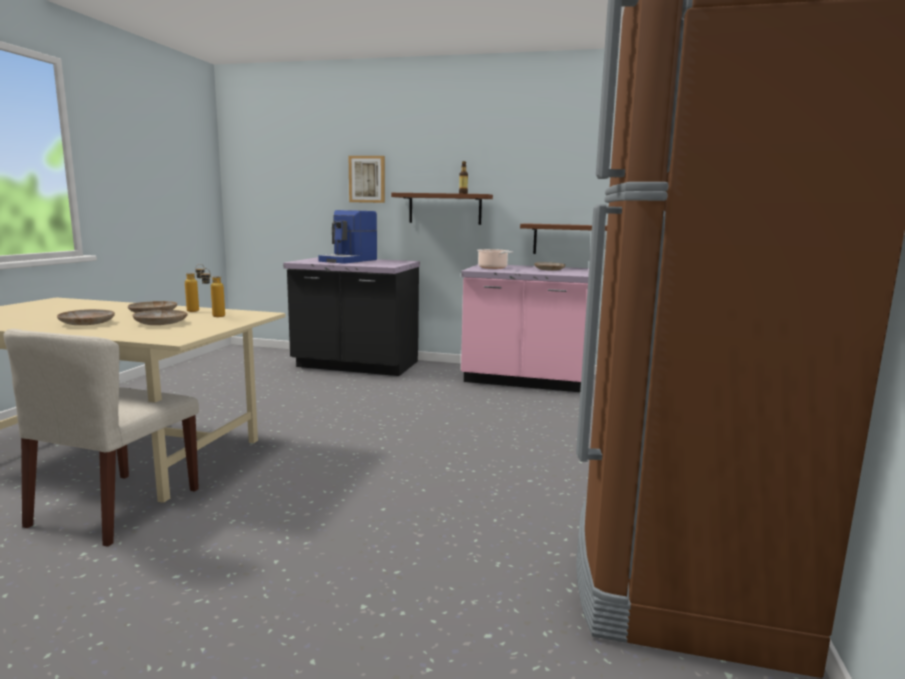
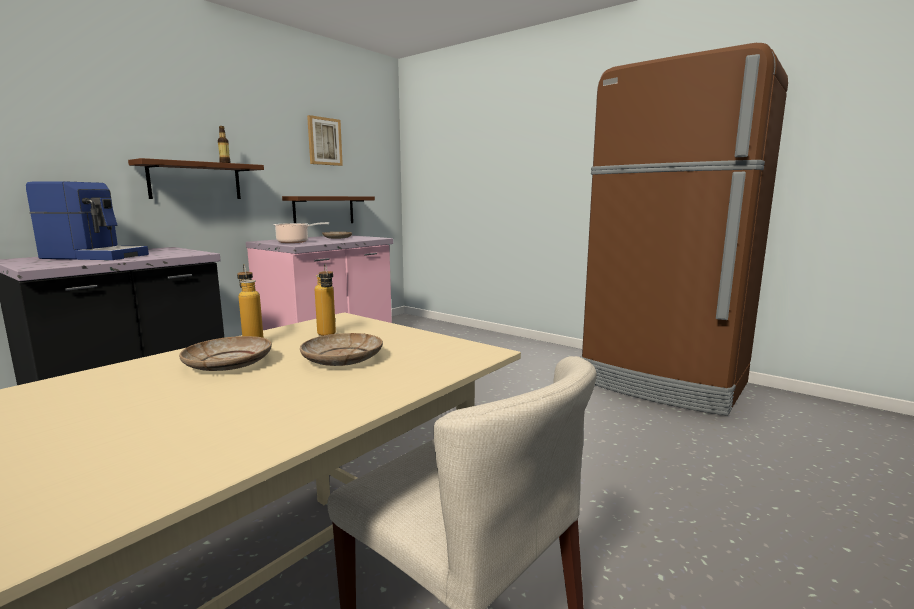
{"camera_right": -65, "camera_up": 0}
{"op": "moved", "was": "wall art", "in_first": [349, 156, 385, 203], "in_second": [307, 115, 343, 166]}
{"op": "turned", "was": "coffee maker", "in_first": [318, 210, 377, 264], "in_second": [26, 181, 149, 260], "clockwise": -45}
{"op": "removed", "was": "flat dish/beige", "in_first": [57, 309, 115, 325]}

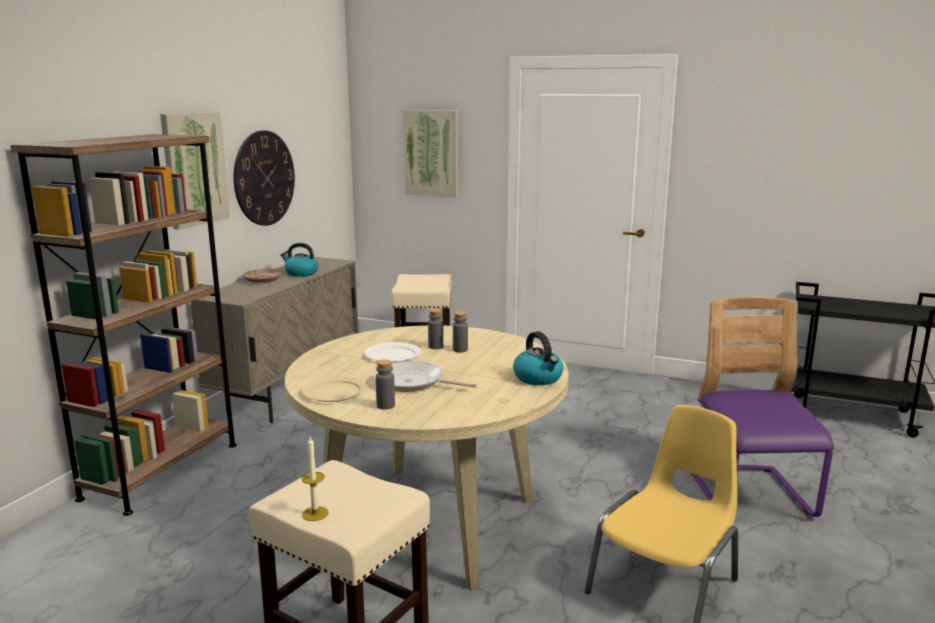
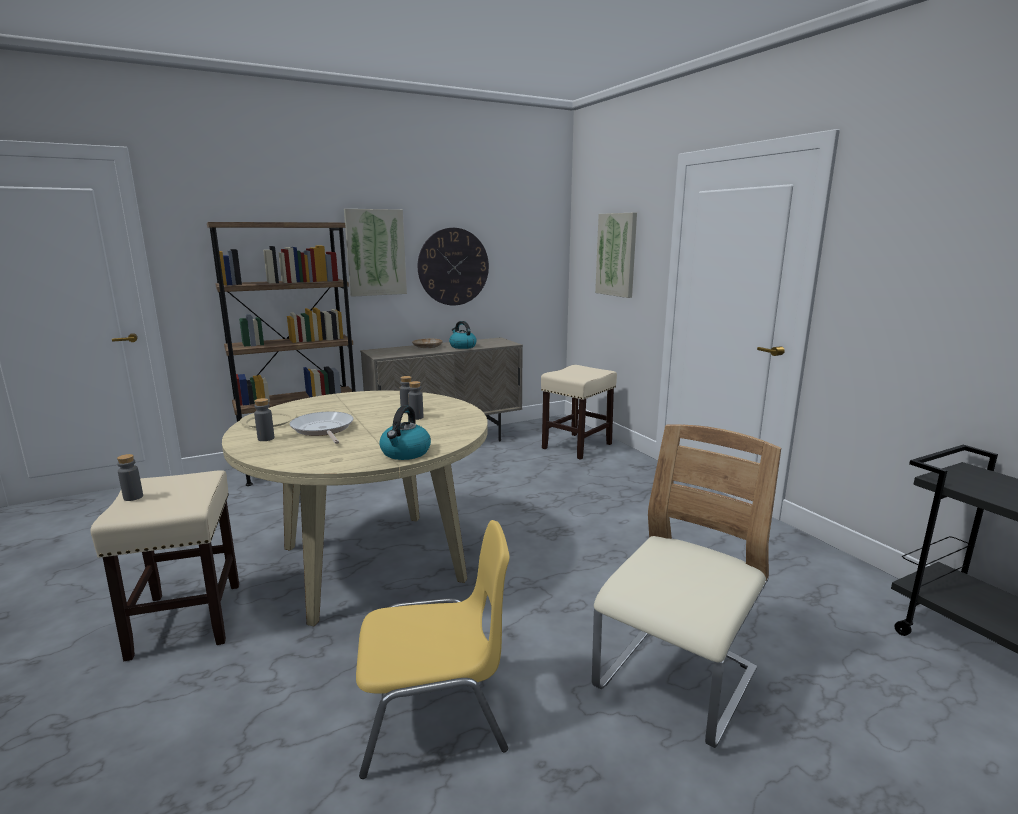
{"camera_right": 40, "camera_up": 0}
{"op": "recoloured", "was": "upright chair/purple-coloured", "now": "upright chair/beige", "in_first": [691, 297, 834, 517], "in_second": [592, 424, 781, 748]}
{"op": "removed", "was": "flat dish/white-coloured", "in_first": [364, 342, 421, 363]}
{"op": "replaced", "was": "wax light", "now": "bottle/greyish", "in_first": [301, 437, 329, 521], "in_second": [117, 454, 143, 501]}

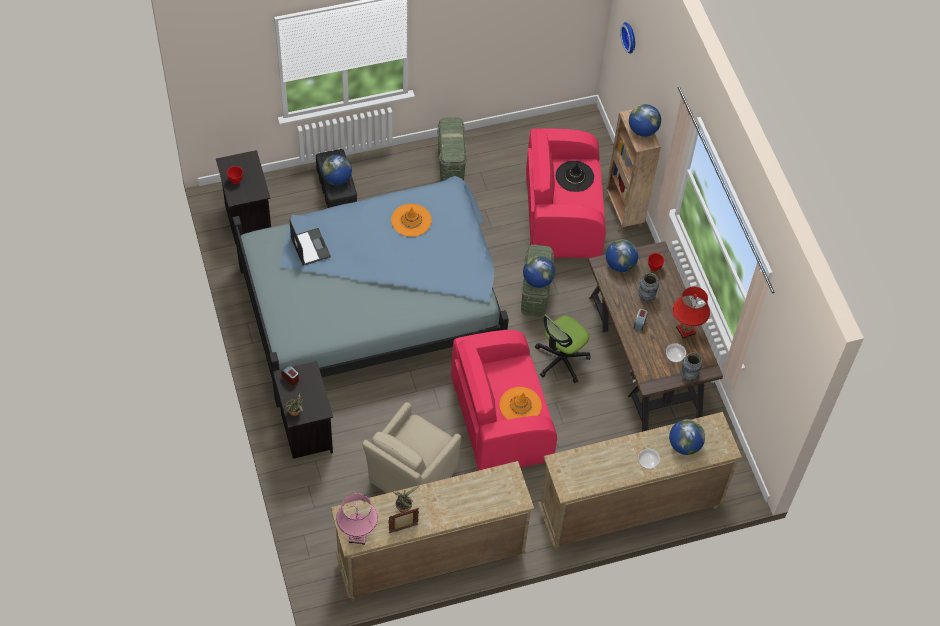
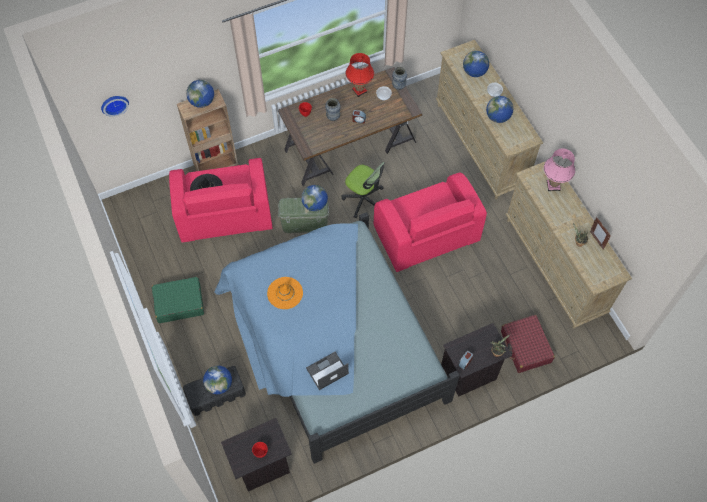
{"camera_right": -95, "camera_up": 5}
{"op": "replaced", "was": "storage bin/green-coloured", "now": "travel case/green-coloured", "in_first": [437, 117, 467, 181], "in_second": [152, 277, 204, 323]}
{"op": "moved", "was": "world globe", "in_first": [606, 240, 638, 272], "in_second": [486, 96, 513, 123]}
{"op": "removed", "was": "hat/orange-coloured", "in_first": [499, 387, 542, 419]}
{"op": "removed", "was": "armchair/beige", "in_first": [362, 402, 461, 493]}
{"op": "moved", "was": "lamp for a table/pink", "in_first": [336, 493, 378, 545], "in_second": [544, 148, 575, 191]}
{"op": "added", "now": "travel case/red-coloured", "in_second": [501, 315, 555, 373]}

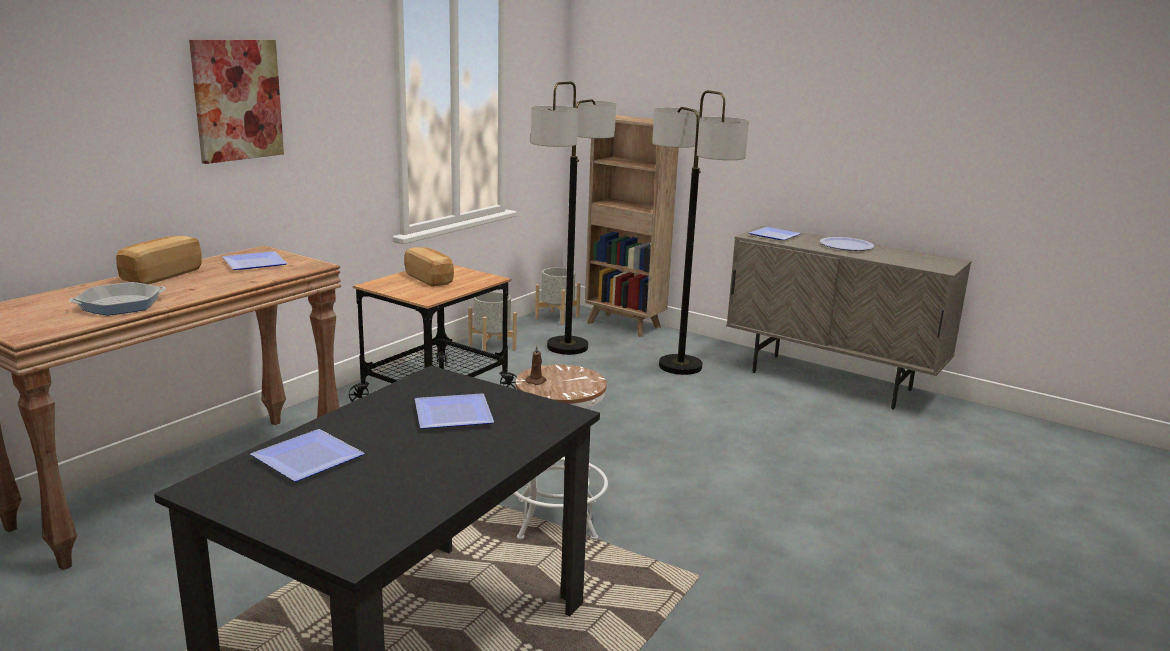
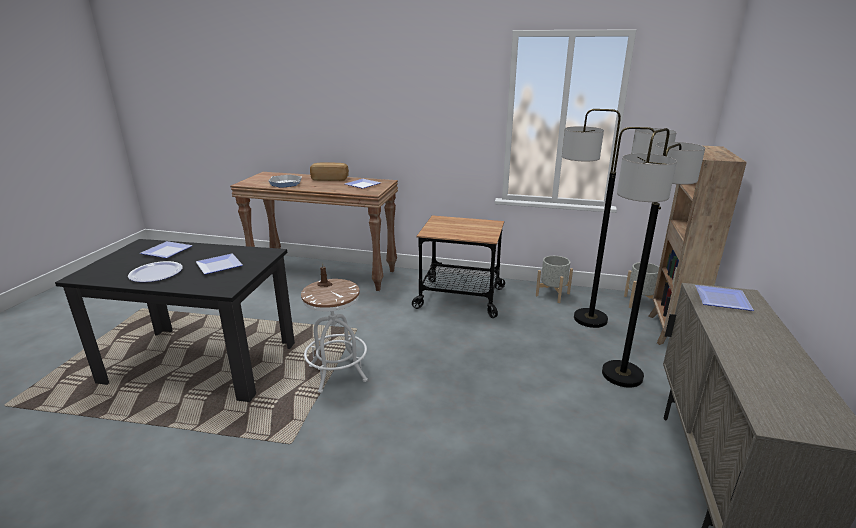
{"camera_right": 70, "camera_up": 5}
{"op": "removed", "was": "wall art", "in_first": [189, 40, 284, 164]}
{"op": "moved", "was": "flat dish", "in_first": [820, 237, 874, 251], "in_second": [128, 261, 183, 282]}
{"op": "removed", "was": "baked bread", "in_first": [404, 247, 454, 287]}

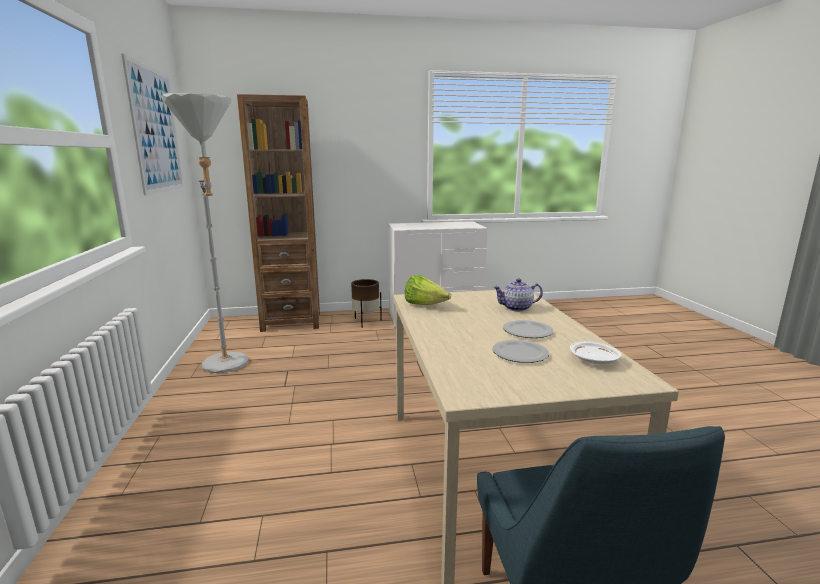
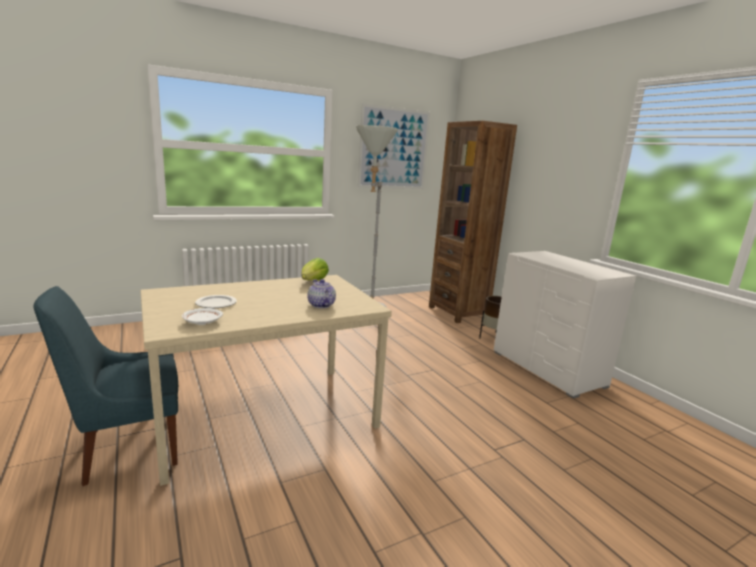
{"camera_right": 70, "camera_up": 0}
{"op": "removed", "was": "flat dish", "in_first": [503, 320, 553, 338]}

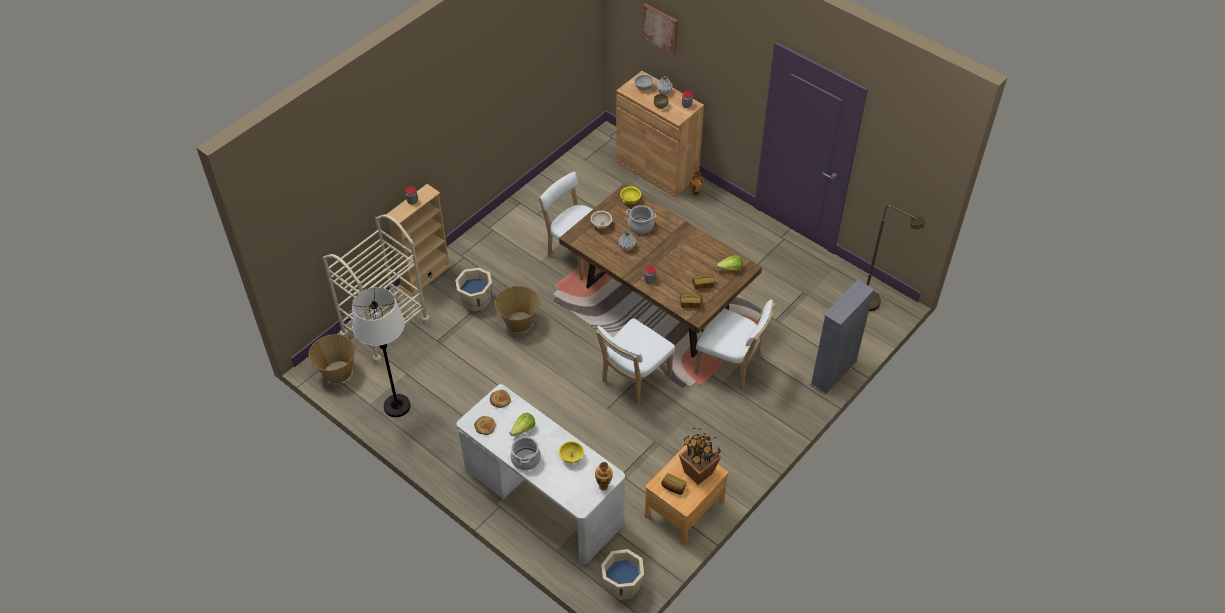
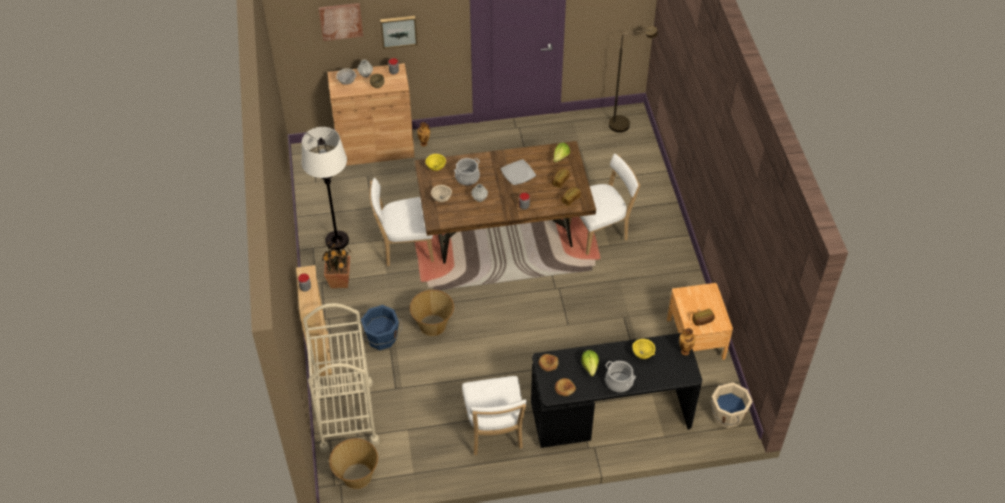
{"camera_right": -50, "camera_up": 0}
{"op": "recoloured", "was": "water bucket/beige", "now": "water bucket/blue-coloured", "in_first": [454, 268, 492, 311], "in_second": [361, 305, 402, 350]}
{"op": "removed", "was": "bookcase/greyish", "in_first": [810, 280, 875, 395]}
{"op": "moved", "was": "standing lamp/white-coloured", "in_first": [352, 287, 411, 417], "in_second": [301, 127, 349, 250]}
{"op": "moved", "was": "upright chair/white-coloured", "in_first": [596, 318, 675, 406], "in_second": [462, 376, 527, 455]}
{"op": "recoloured", "was": "desk/white-coloured", "now": "desk/black-coloured", "in_first": [456, 384, 625, 565], "in_second": [531, 333, 702, 448]}
{"op": "moved", "was": "houseplant", "in_first": [679, 428, 721, 485], "in_second": [322, 242, 351, 288]}
{"op": "added", "now": "wall art", "in_second": [380, 16, 417, 49]}
{"op": "added", "now": "flat dish", "in_second": [501, 159, 536, 185]}

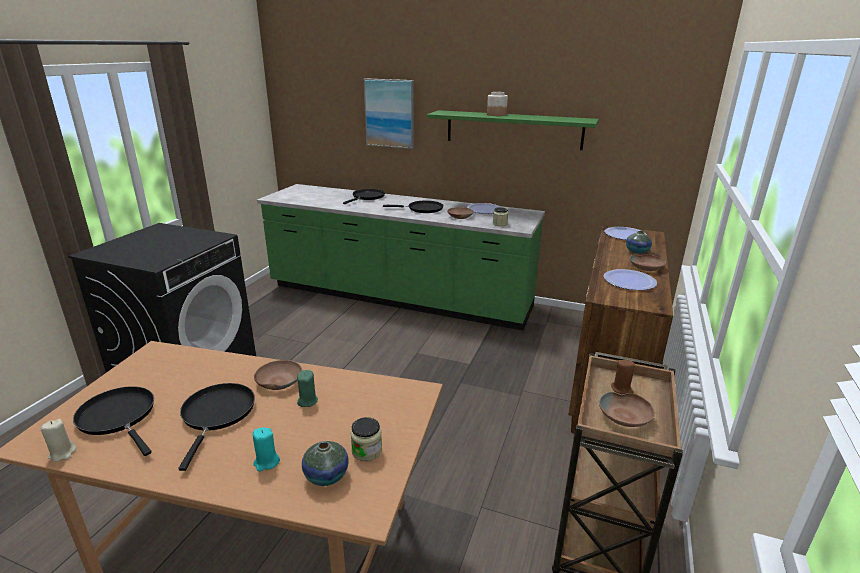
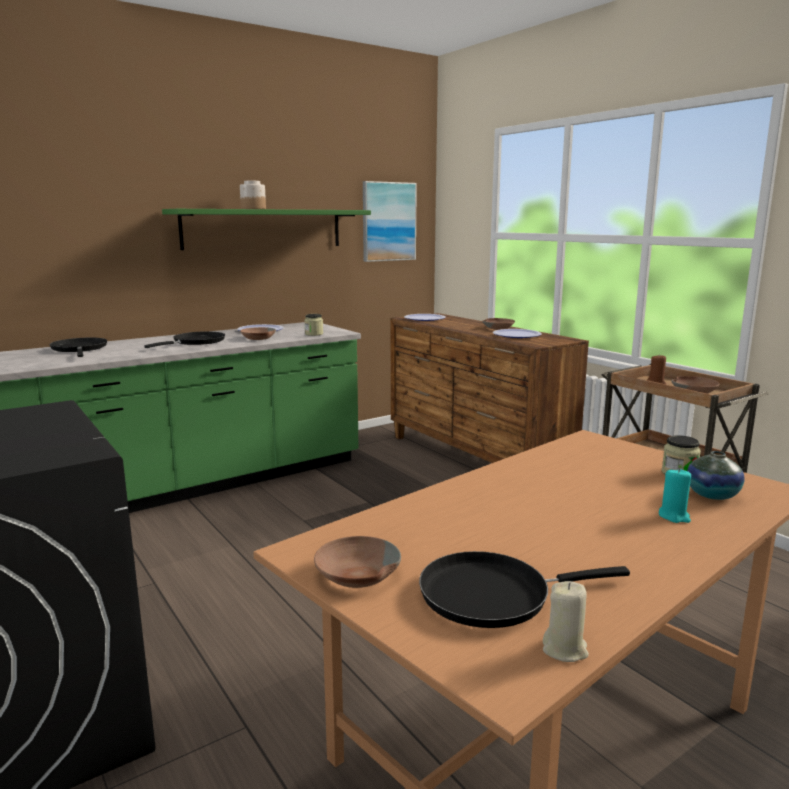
{"camera_right": -55, "camera_up": -10}
{"op": "moved", "was": "wall art", "in_first": [364, 78, 414, 149], "in_second": [363, 181, 417, 262]}
{"op": "removed", "was": "vase", "in_first": [626, 231, 652, 254]}
{"op": "moved", "was": "serving bowl/brownish", "in_first": [254, 360, 302, 390], "in_second": [314, 536, 401, 588]}
{"op": "removed", "was": "wax light/green-coloured", "in_first": [297, 370, 318, 407]}
{"op": "removed", "was": "frying pan/black-coloured", "in_first": [178, 383, 255, 471]}

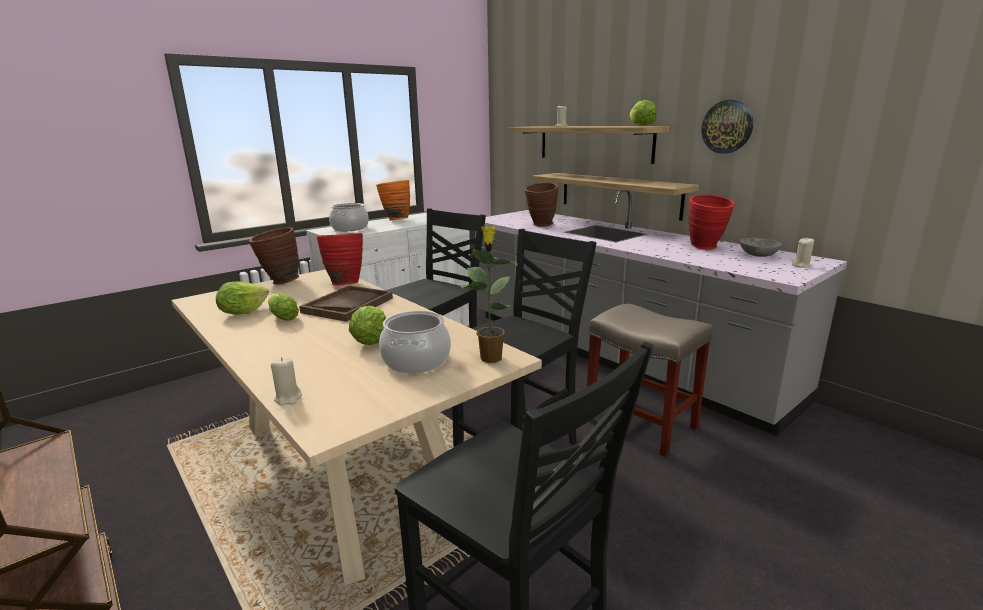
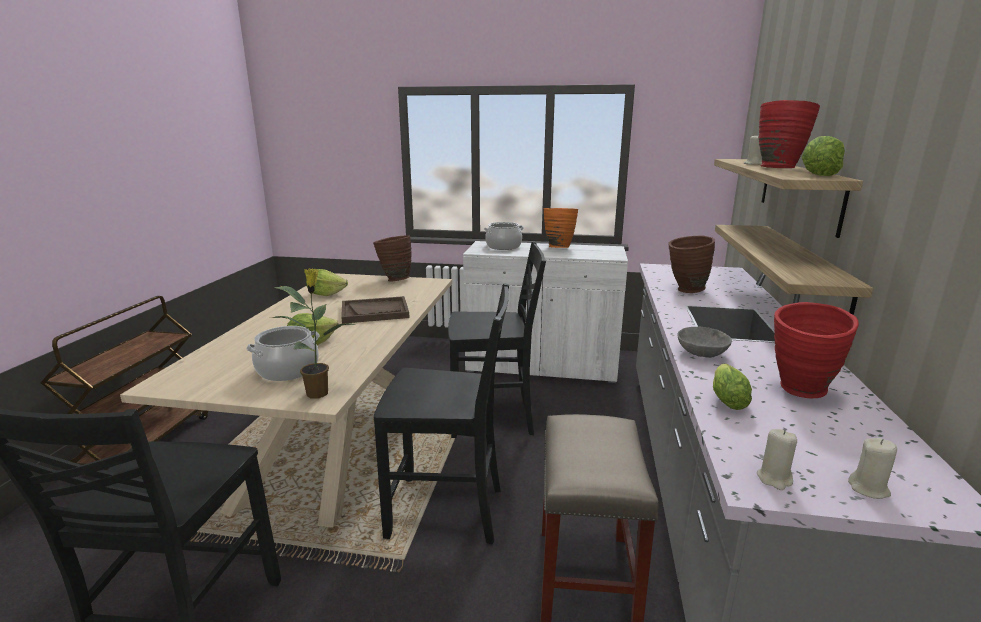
{"camera_right": 50, "camera_up": 0}
{"op": "removed", "was": "wall clock", "in_first": [701, 100, 753, 154]}
{"op": "moved", "was": "vase/red-coloured", "in_first": [317, 233, 363, 285], "in_second": [758, 100, 820, 168]}
{"op": "moved", "was": "serving bowl/greyish", "in_first": [740, 238, 782, 257], "in_second": [677, 327, 732, 358]}
{"op": "moved", "was": "lettuce head", "in_first": [268, 293, 299, 321], "in_second": [713, 363, 752, 410]}
{"op": "moved", "was": "wax light/beige", "in_first": [271, 357, 302, 405], "in_second": [757, 429, 797, 490]}

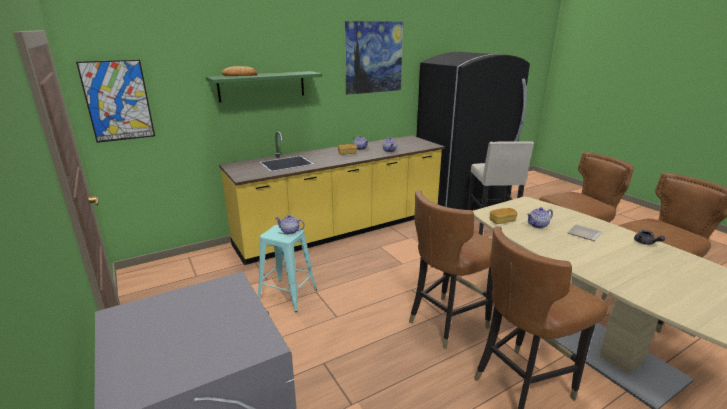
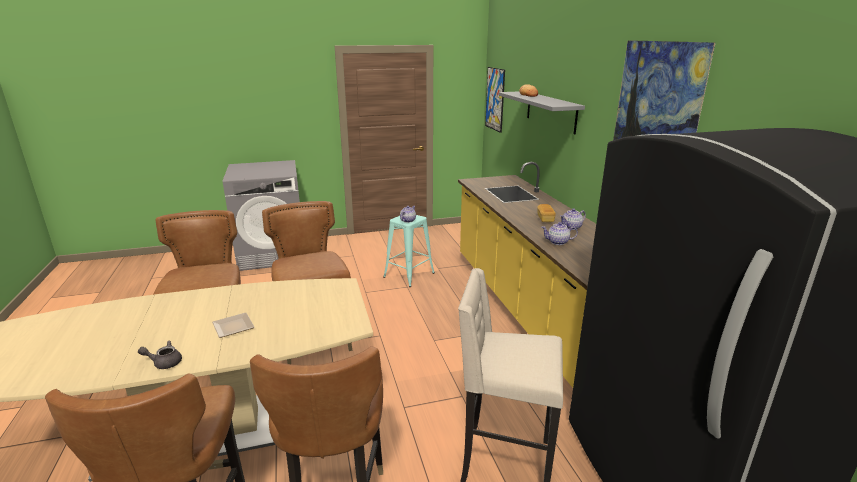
{"camera_right": 105, "camera_up": 0}
{"op": "recoloured", "was": "shelf/green-coloured", "now": "shelf/greyish", "in_first": [206, 71, 322, 102], "in_second": [499, 92, 585, 134]}
{"op": "removed", "was": "pot for tea", "in_first": [527, 207, 553, 228]}
{"op": "removed", "was": "baked bread", "in_first": [490, 208, 517, 224]}

